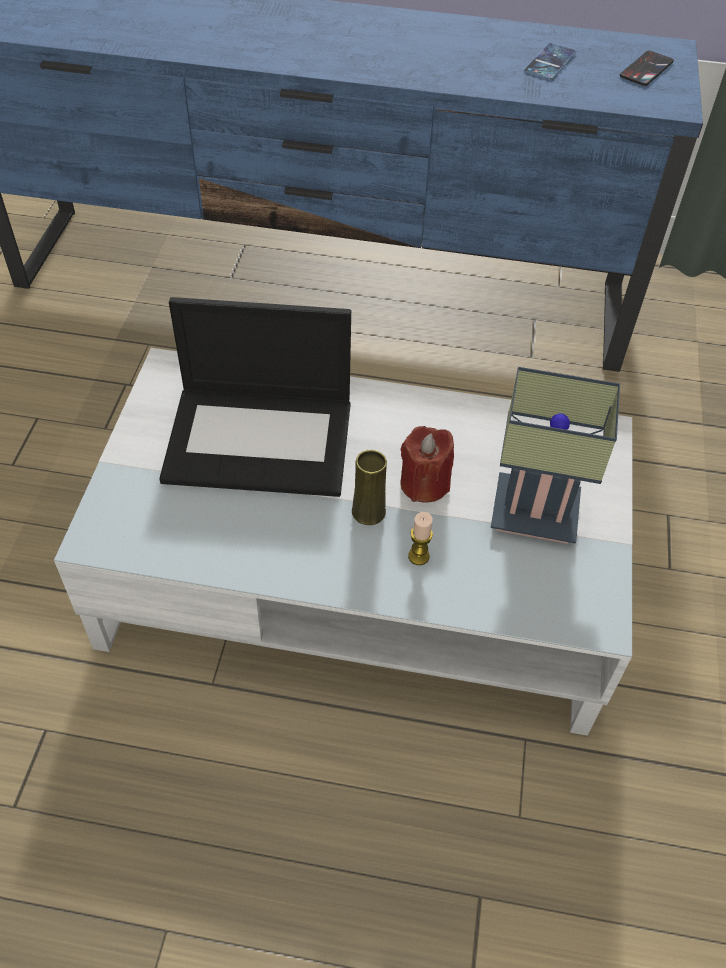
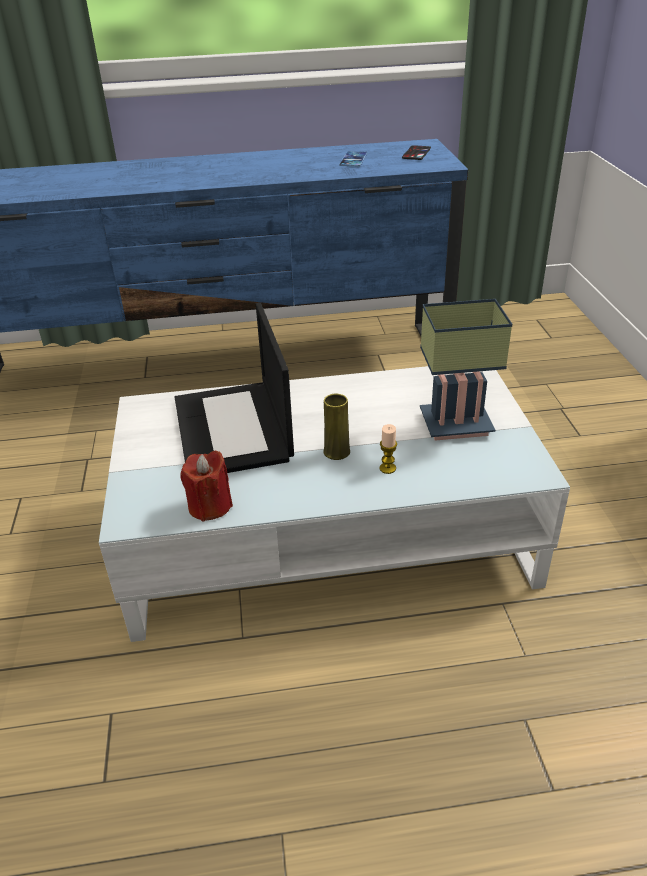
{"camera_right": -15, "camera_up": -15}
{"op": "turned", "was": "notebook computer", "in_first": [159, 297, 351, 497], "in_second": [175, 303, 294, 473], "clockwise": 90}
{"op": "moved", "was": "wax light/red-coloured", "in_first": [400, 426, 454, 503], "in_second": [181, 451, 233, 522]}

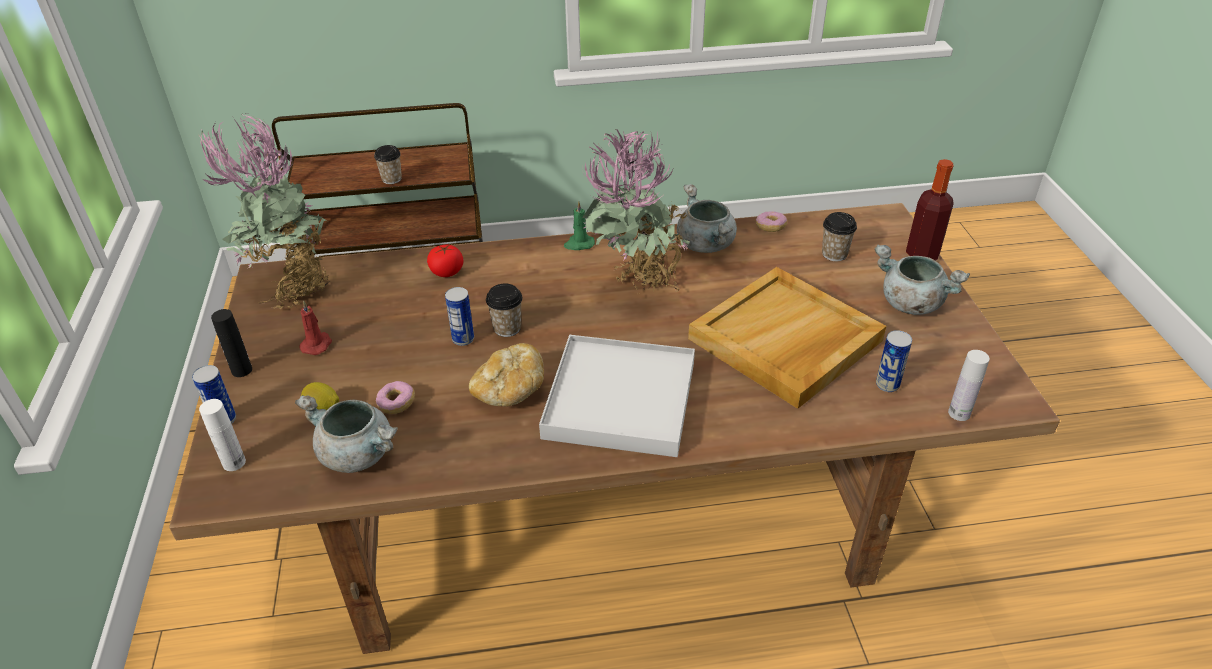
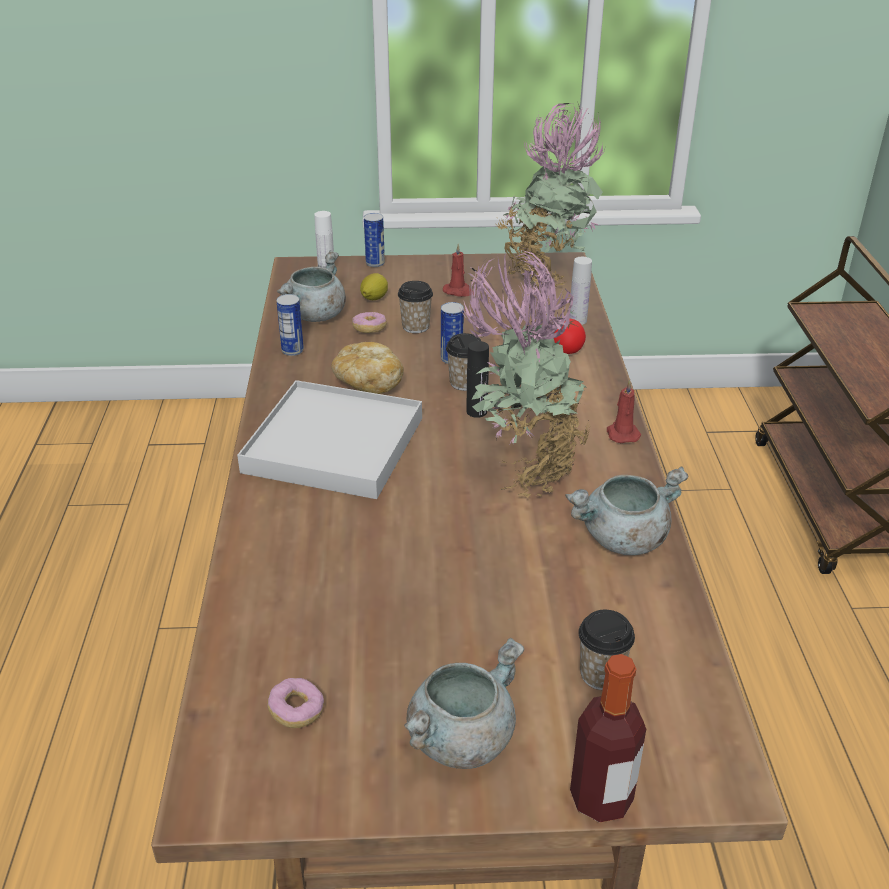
{"camera_right": 95, "camera_up": -5}
{"op": "moved", "was": "drinking cup", "in_first": [374, 145, 402, 184], "in_second": [398, 281, 433, 333]}
{"op": "recoloured", "was": "wax light/green-coloured", "now": "wax light/red-coloured", "in_first": [564, 201, 595, 250], "in_second": [607, 380, 641, 443]}
{"op": "moved", "was": "ring doughnut", "in_first": [756, 211, 787, 232], "in_second": [267, 678, 324, 728]}
{"op": "removed", "was": "tray/beige", "in_first": [688, 267, 886, 409]}
{"op": "moved", "was": "bottle/black-coloured", "in_first": [211, 309, 252, 377], "in_second": [466, 341, 489, 418]}
{"op": "moved", "was": "sealed can", "in_first": [876, 330, 912, 392], "in_second": [276, 294, 304, 356]}
{"op": "moved", "was": "bottle/white-coloured", "in_first": [948, 350, 990, 421], "in_second": [569, 257, 592, 325]}

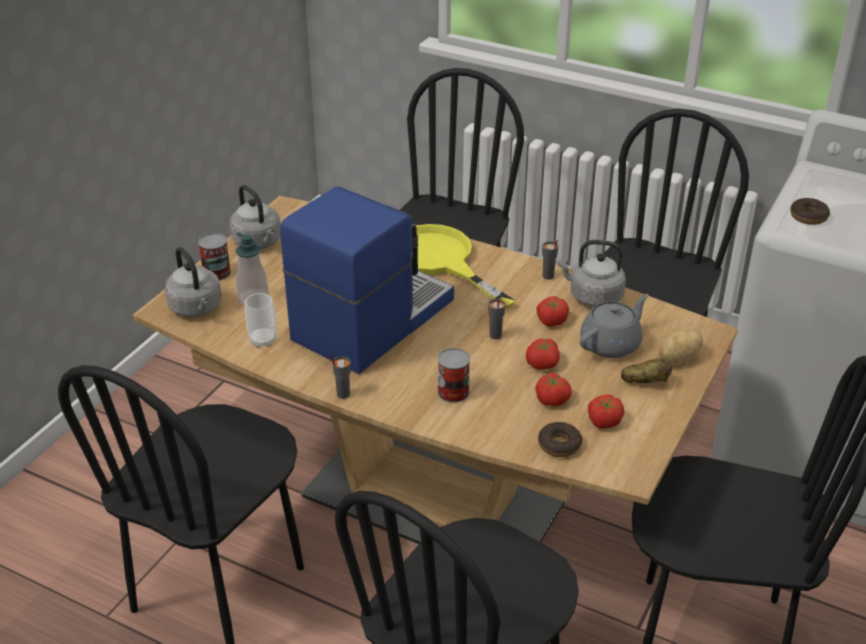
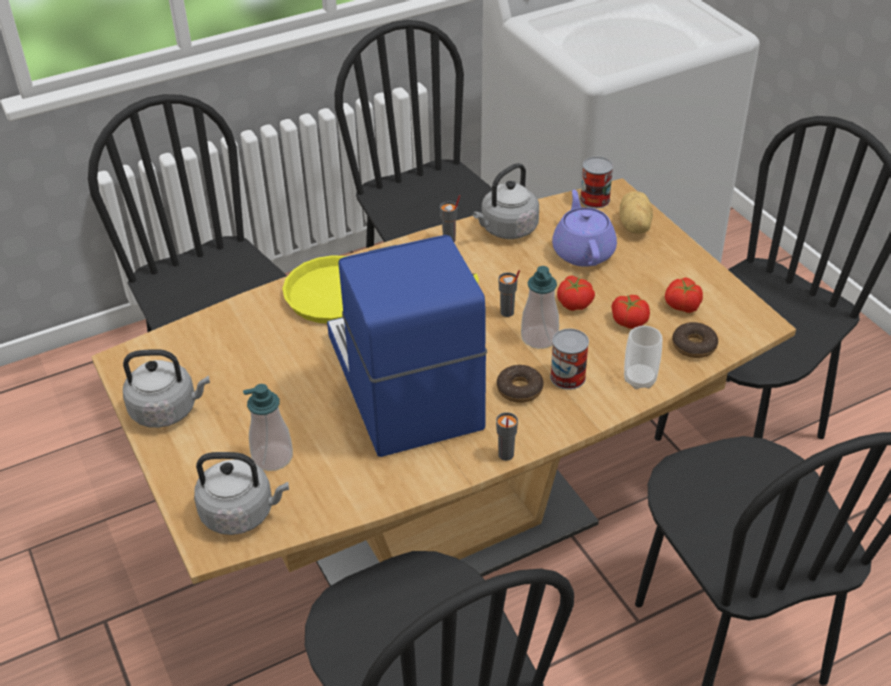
{"camera_right": -55, "camera_up": 5}
{"op": "moved", "was": "ring doughnut", "in_first": [790, 198, 830, 225], "in_second": [497, 365, 544, 403]}
{"op": "moved", "was": "sealed can", "in_first": [198, 233, 231, 281], "in_second": [580, 156, 613, 208]}
{"op": "moved", "was": "drinking cup", "in_first": [245, 293, 277, 348], "in_second": [624, 326, 662, 389]}
{"op": "recoloured", "was": "pot for tea/greyish", "now": "pot for tea/purple-coloured", "in_first": [580, 294, 649, 358], "in_second": [552, 190, 617, 267]}
{"op": "removed", "was": "fresh tomato", "in_first": [536, 296, 569, 327]}
{"op": "removed", "was": "whole potato", "in_first": [621, 358, 672, 383]}
{"op": "added", "now": "soap dispenser", "in_second": [521, 266, 559, 349]}

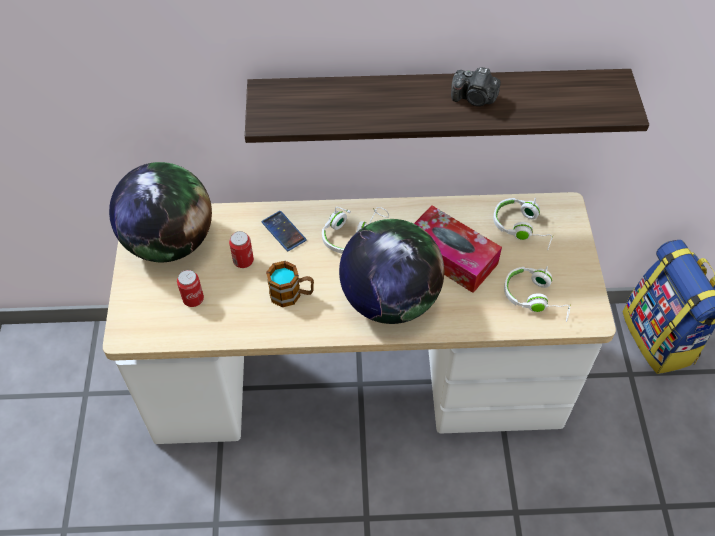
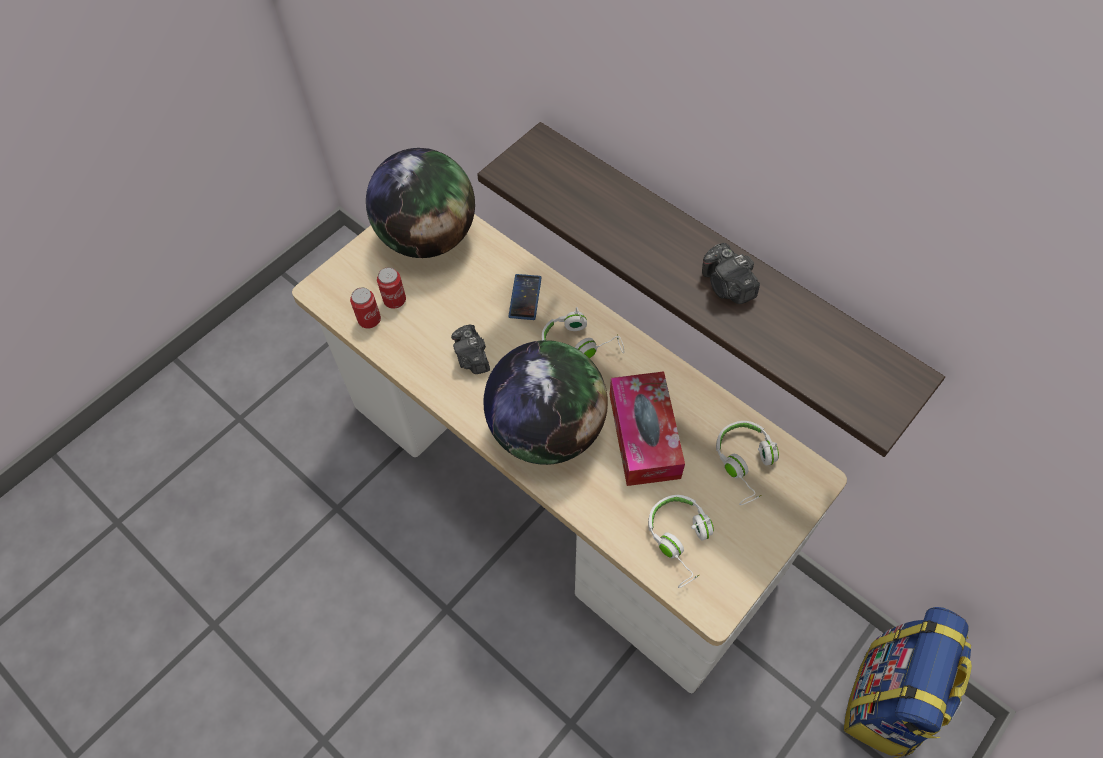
{"camera_right": 45, "camera_up": 5}
{"op": "moved", "was": "sealed can", "in_first": [229, 231, 254, 268], "in_second": [350, 287, 381, 329]}
{"op": "replaced", "was": "mug", "now": "photo camera", "in_first": [266, 261, 314, 307], "in_second": [451, 324, 490, 374]}

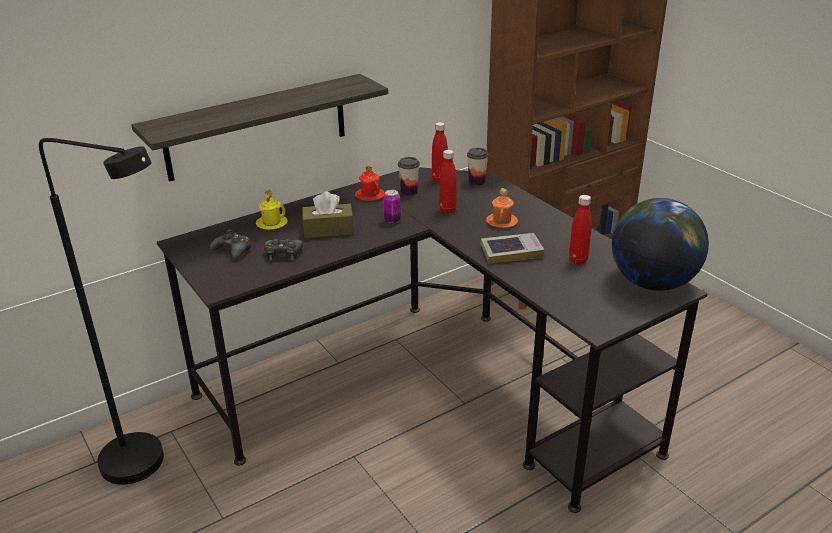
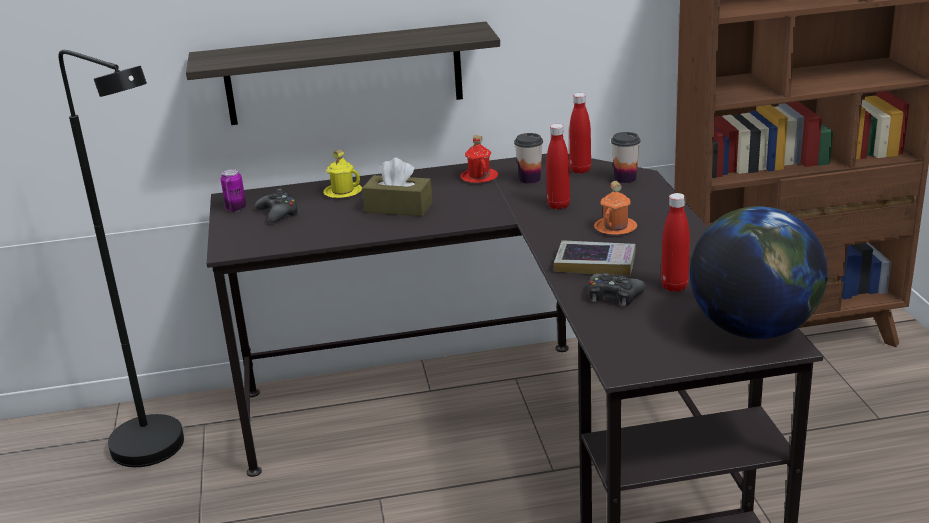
{"camera_right": 25, "camera_up": -5}
{"op": "moved", "was": "sealed can", "in_first": [383, 190, 401, 224], "in_second": [221, 169, 246, 212]}
{"op": "moved", "was": "game controller/black-coloured", "in_first": [264, 239, 304, 260], "in_second": [588, 273, 646, 307]}

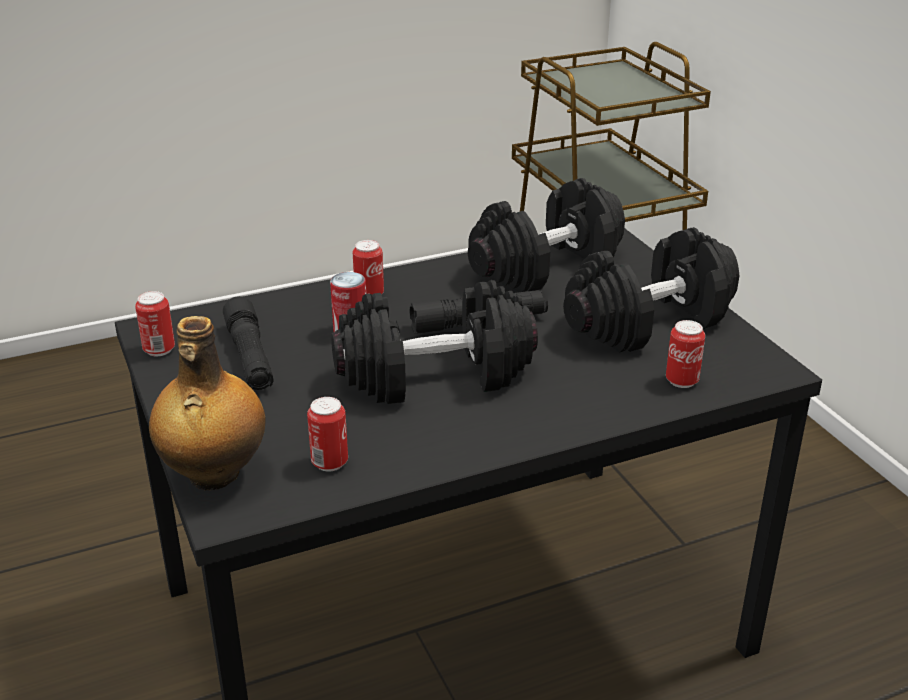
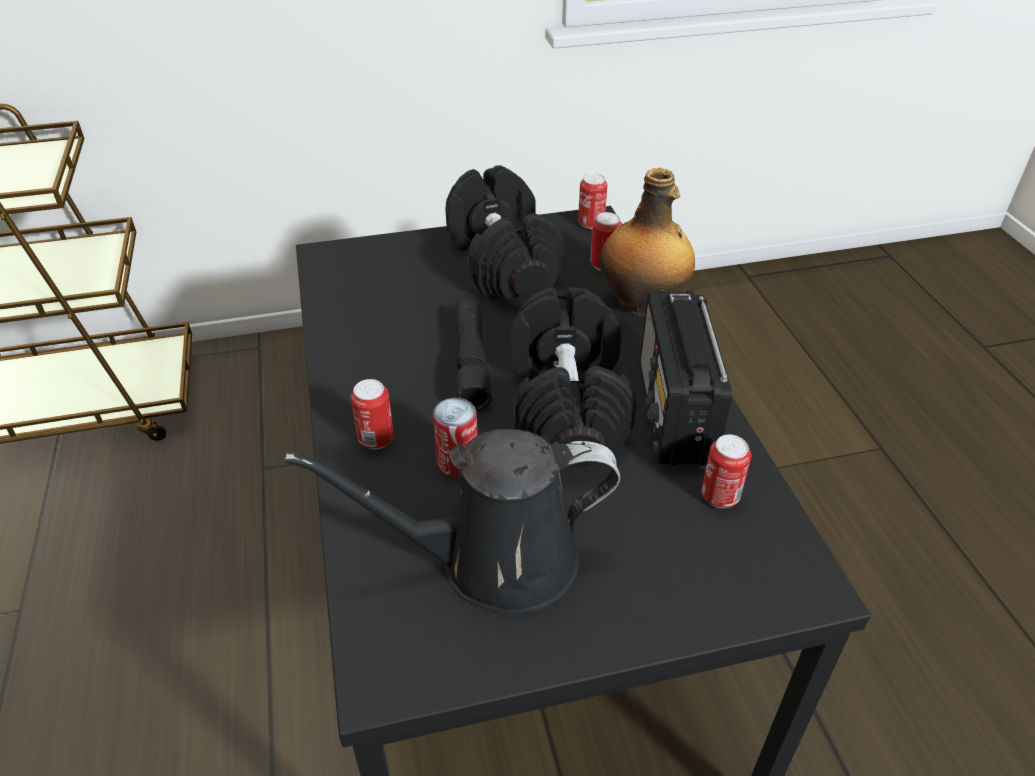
{"camera_right": -80, "camera_up": 10}
{"op": "removed", "was": "free weight/black-coloured", "in_first": [468, 178, 625, 292]}
{"op": "moved", "was": "sealed can", "in_first": [135, 291, 175, 356], "in_second": [578, 173, 607, 229]}
{"op": "replaced", "was": "torch/black-coloured", "now": "sprinkling can/black-coloured", "in_first": [223, 296, 274, 390], "in_second": [284, 429, 620, 614]}
{"op": "moved", "was": "bottle", "in_first": [149, 316, 265, 491], "in_second": [600, 168, 695, 317]}
{"op": "added", "now": "radio set", "in_second": [639, 290, 732, 466]}

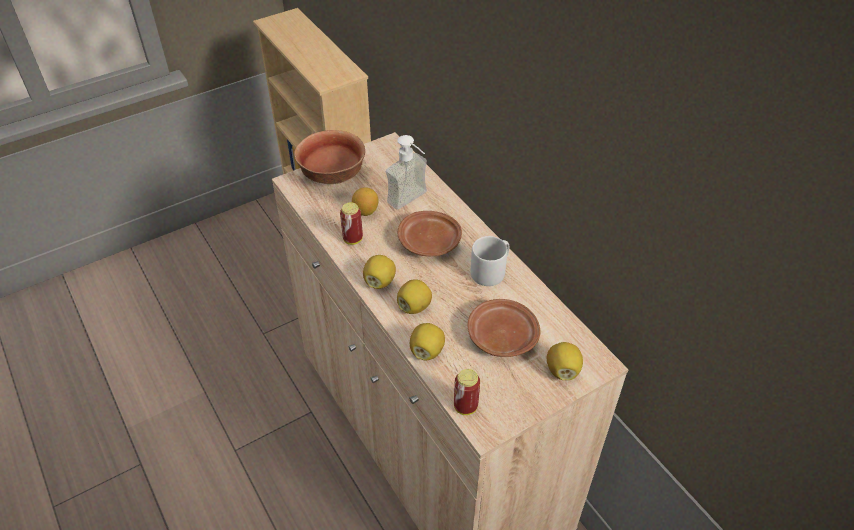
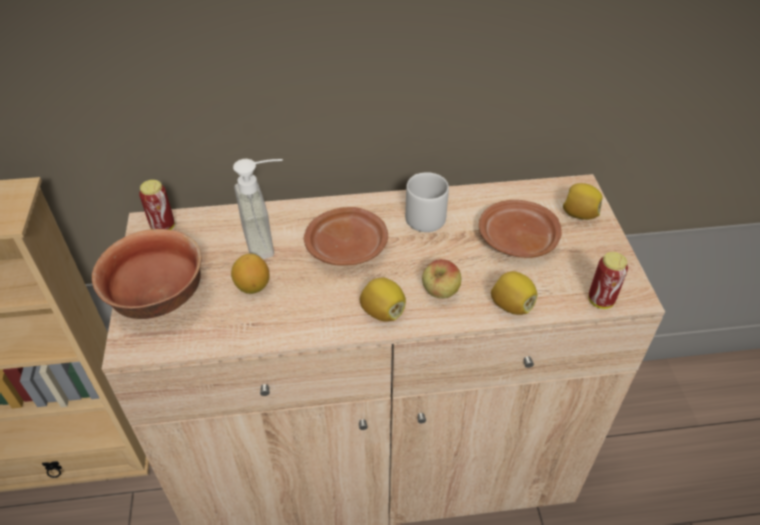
{"camera_right": -65, "camera_up": 0}
{"op": "moved", "was": "sealed can", "in_first": [340, 202, 363, 245], "in_second": [139, 180, 175, 230]}
{"op": "replaced", "was": "whole lemon", "now": "whole apple", "in_first": [397, 279, 432, 314], "in_second": [422, 259, 461, 299]}

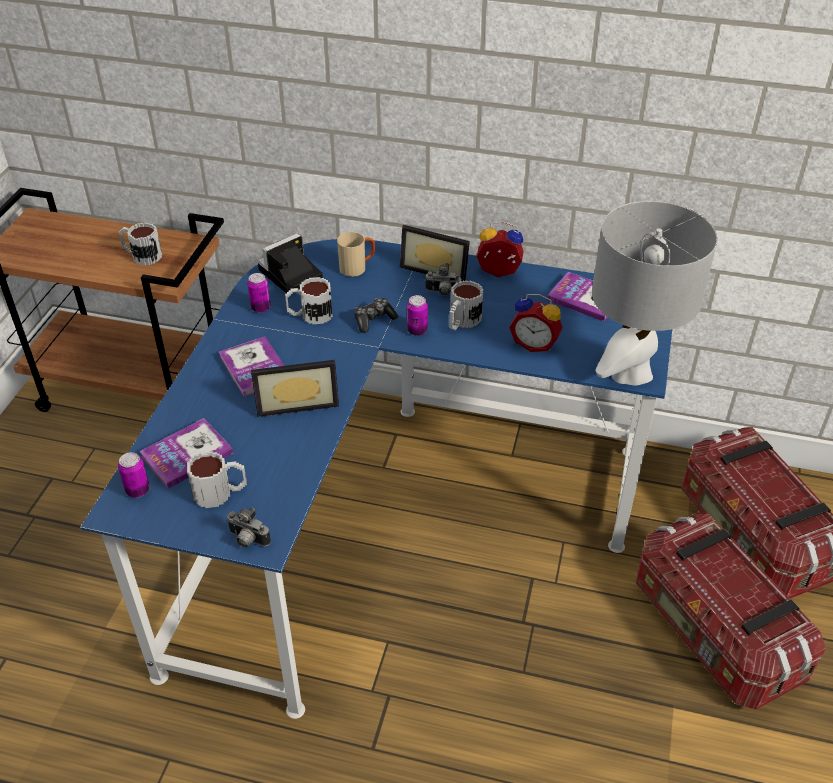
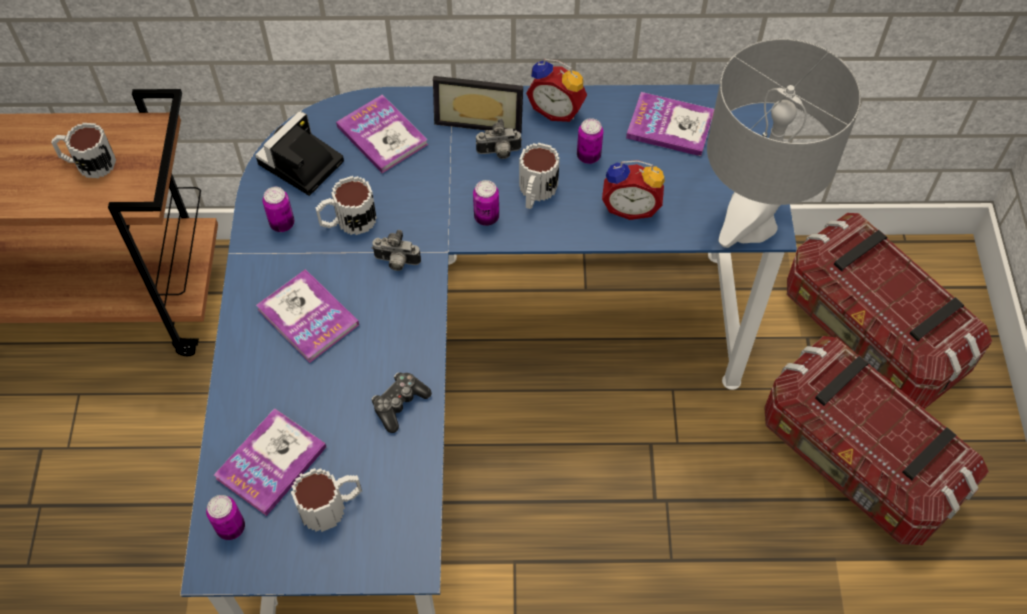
{"camera_right": -15, "camera_up": 15}
{"op": "turned", "was": "table clock", "in_first": [477, 221, 524, 277], "in_second": [526, 59, 587, 122], "clockwise": -150}
{"op": "replaced", "was": "mug/beige", "now": "bound book", "in_first": [337, 232, 375, 277], "in_second": [336, 95, 428, 173]}
{"op": "moved", "was": "game controller", "in_first": [354, 298, 398, 333], "in_second": [371, 372, 432, 433]}
{"op": "removed", "was": "photo frame", "in_first": [251, 360, 339, 417]}
{"op": "moved", "was": "photo camera", "in_first": [226, 507, 271, 548], "in_second": [372, 230, 421, 271]}
{"op": "added", "now": "sealed can", "in_second": [577, 118, 603, 164]}

